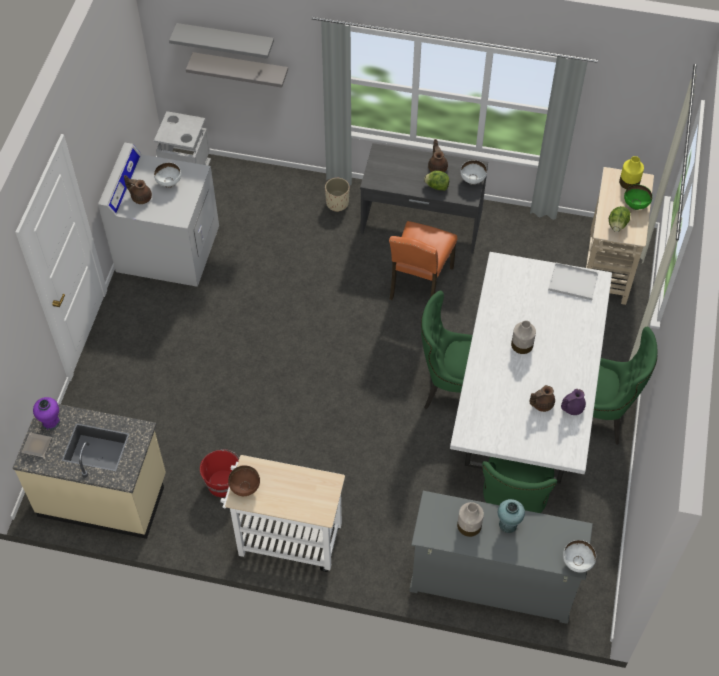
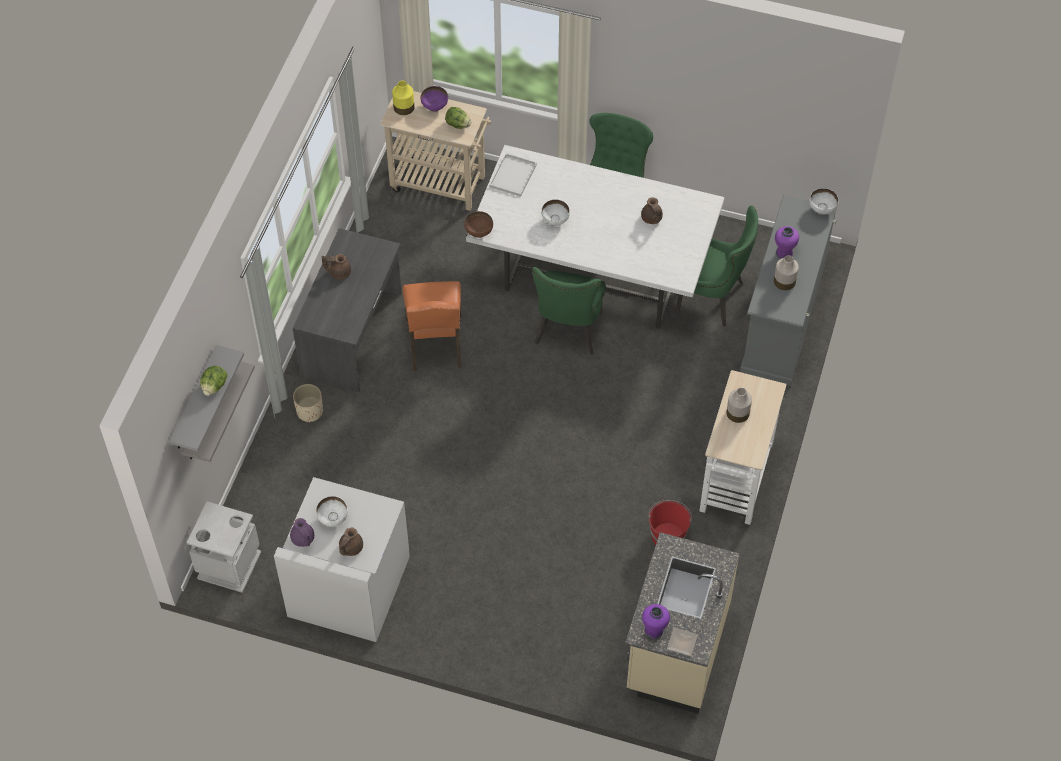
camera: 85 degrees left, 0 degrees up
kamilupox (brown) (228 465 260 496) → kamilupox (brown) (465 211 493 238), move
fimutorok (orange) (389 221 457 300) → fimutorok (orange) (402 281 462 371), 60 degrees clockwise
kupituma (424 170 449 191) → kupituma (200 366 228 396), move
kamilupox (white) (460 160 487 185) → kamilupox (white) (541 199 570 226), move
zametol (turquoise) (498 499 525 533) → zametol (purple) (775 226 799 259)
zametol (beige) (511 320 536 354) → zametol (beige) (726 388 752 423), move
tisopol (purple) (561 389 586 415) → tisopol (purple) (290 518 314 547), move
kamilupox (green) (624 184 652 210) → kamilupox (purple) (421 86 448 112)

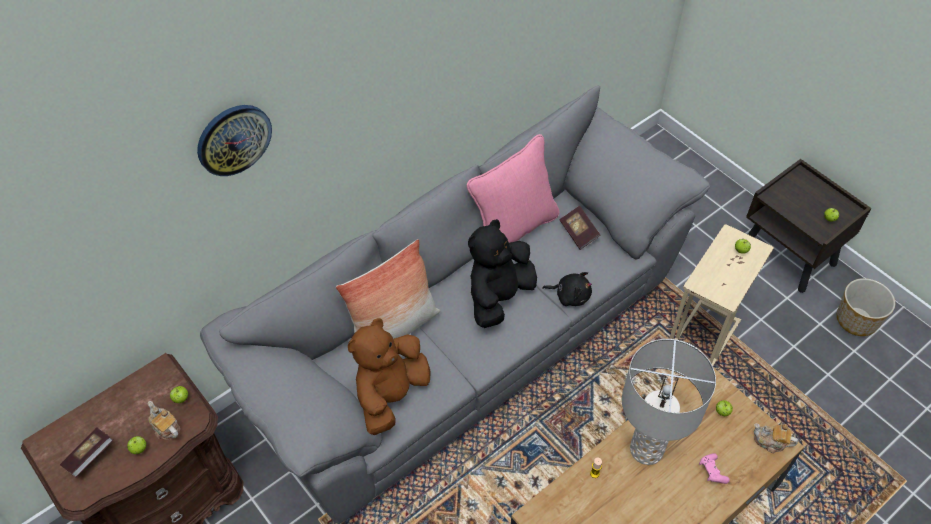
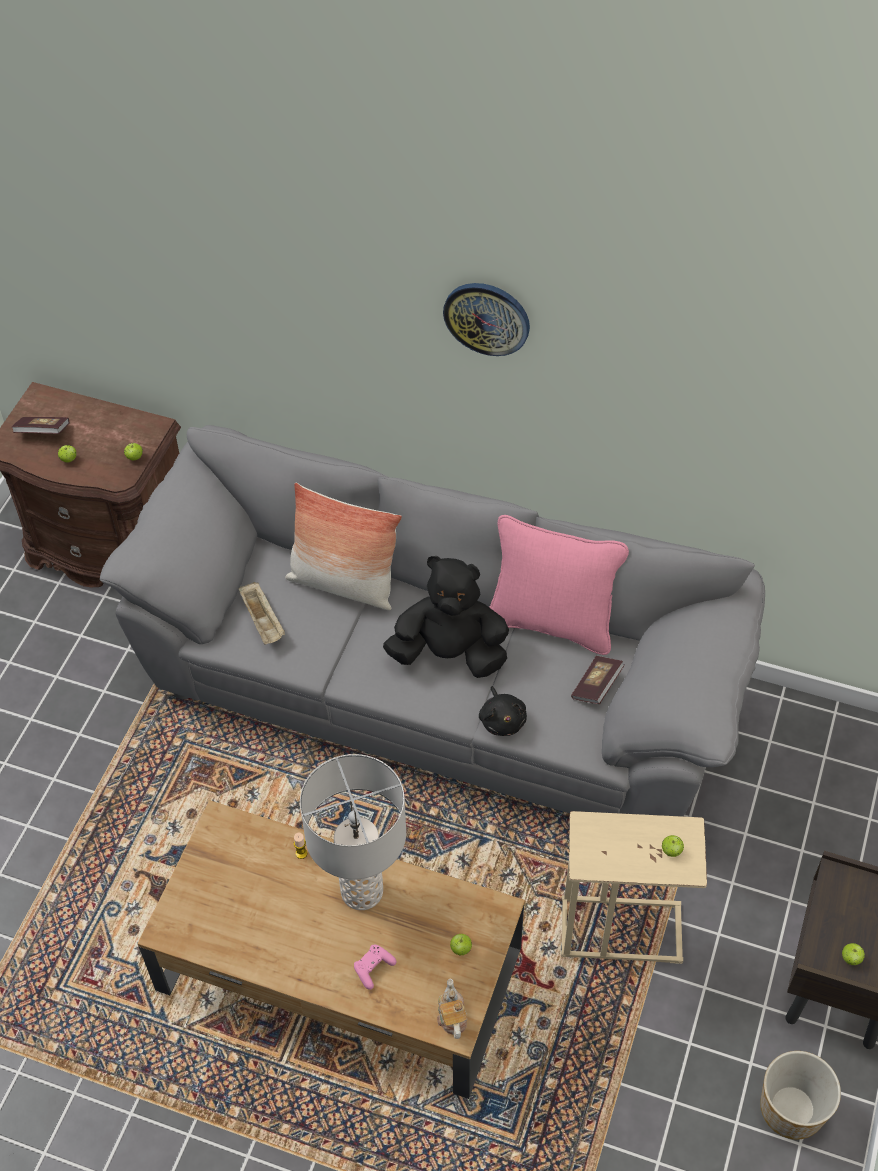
camera: 60 degrees right, 0 degrees up
tisopol (148 401 180 440) → -
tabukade (197 105 272 176) → tabukade (443 283 530 356), move
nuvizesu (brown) (348 318 431 435) → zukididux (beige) (239 582 285 644)

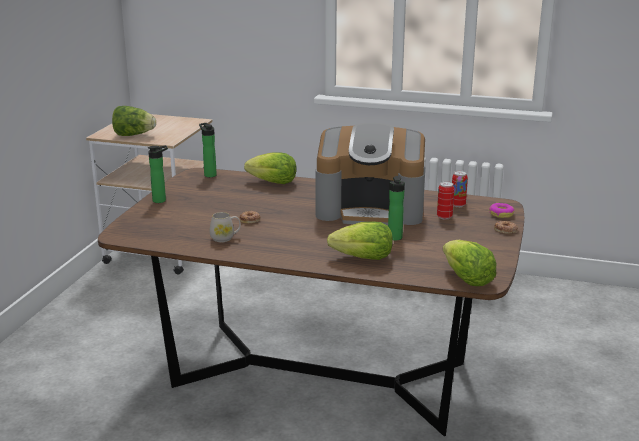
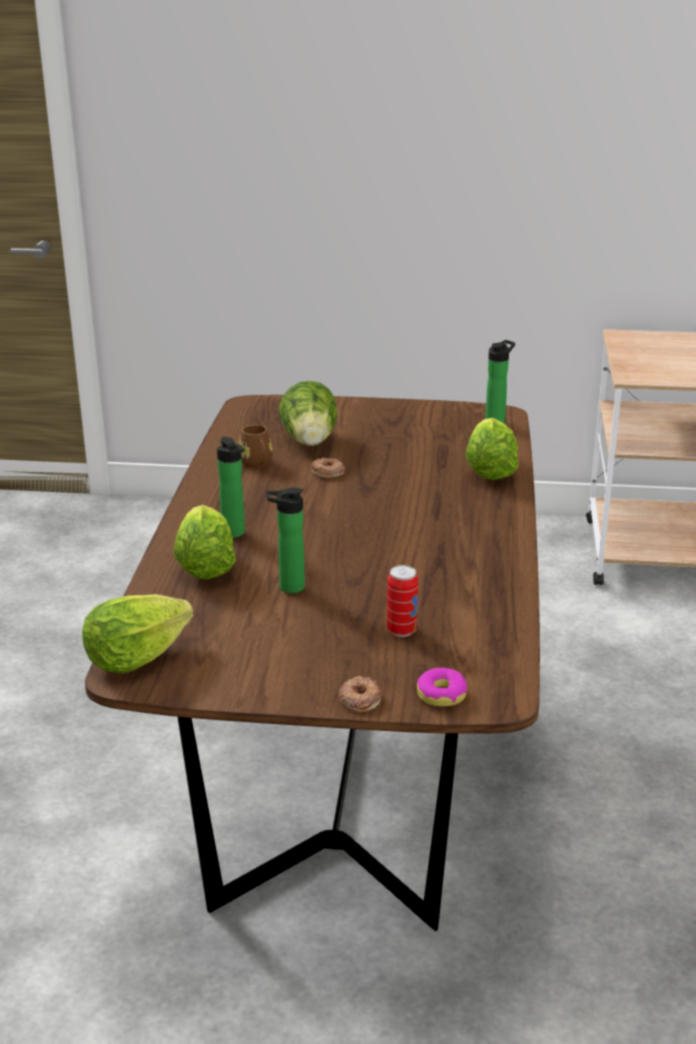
camera: 80 degrees right, 5 degrees up
kupituma (112 106 156 136) → kupituma (279 381 337 446), move
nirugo (148 145 168 203) → nirugo (217 437 245 538), move
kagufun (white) (210 212 241 242) → kagufun (brown) (239 425 273 468)
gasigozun (316 123 426 226) → -
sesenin (452 171 468 207) → -

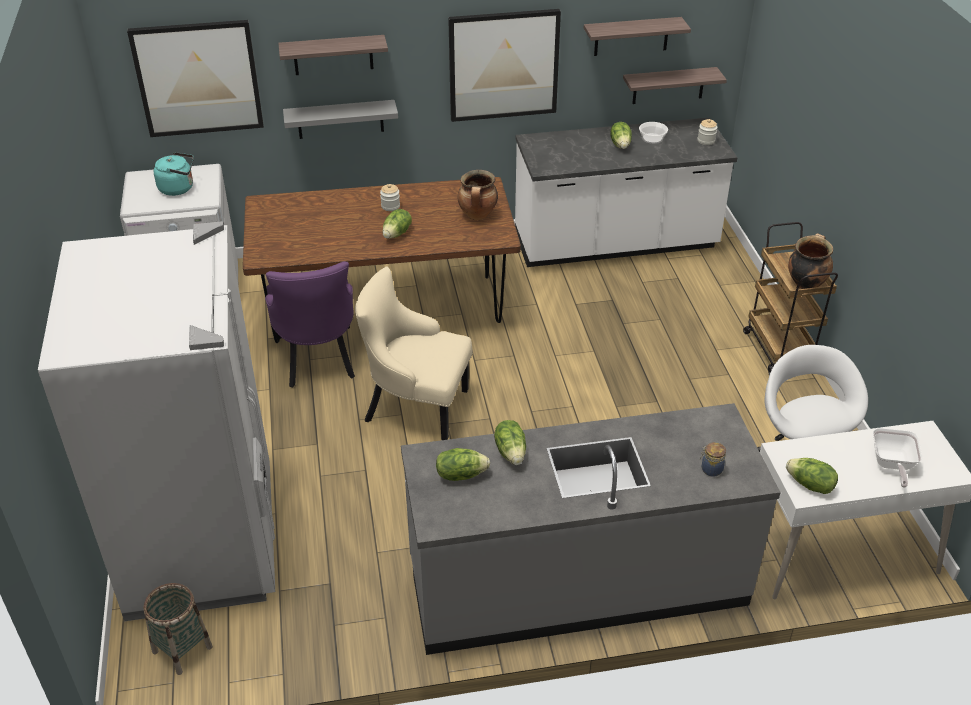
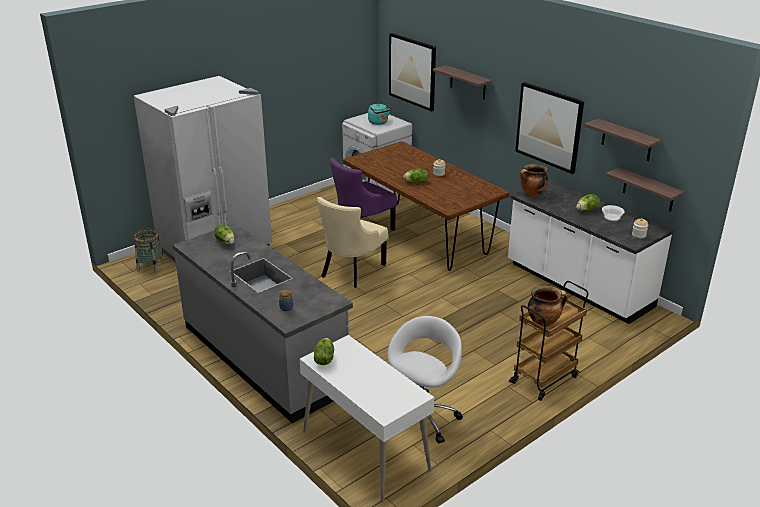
camera: 60 degrees right, 10 degrees down
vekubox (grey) (283 100 398 139) → -
fimutorok (beige) (355 267 473 440) → fimutorok (beige) (317 197 389 288), 135 degrees counterclockwise
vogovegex (458 170 498 220) → vogovegex (520 164 548 197), move
kupituma (494 420 526 465) → -
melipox (873 428 922 488) → -

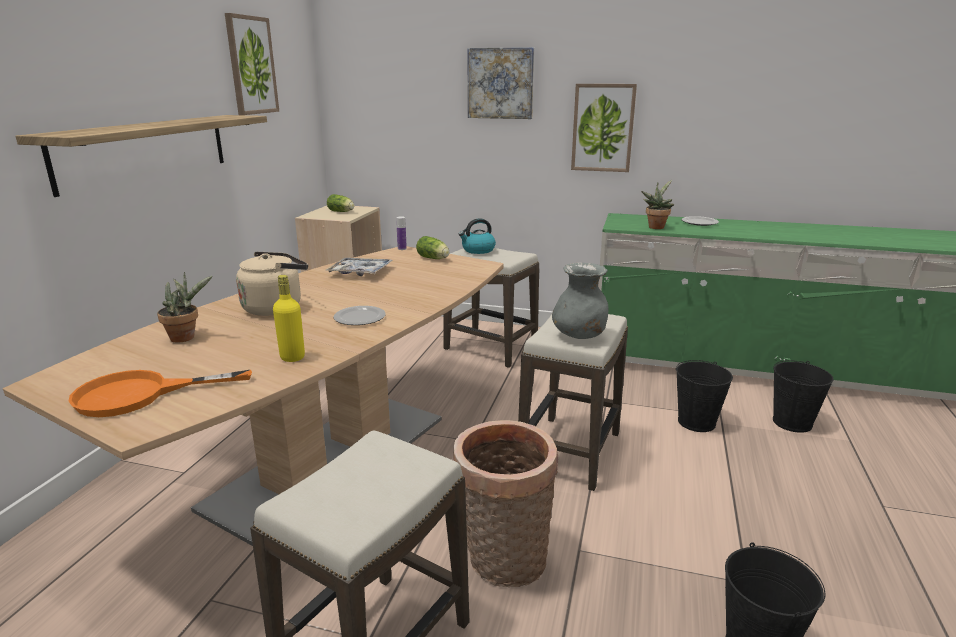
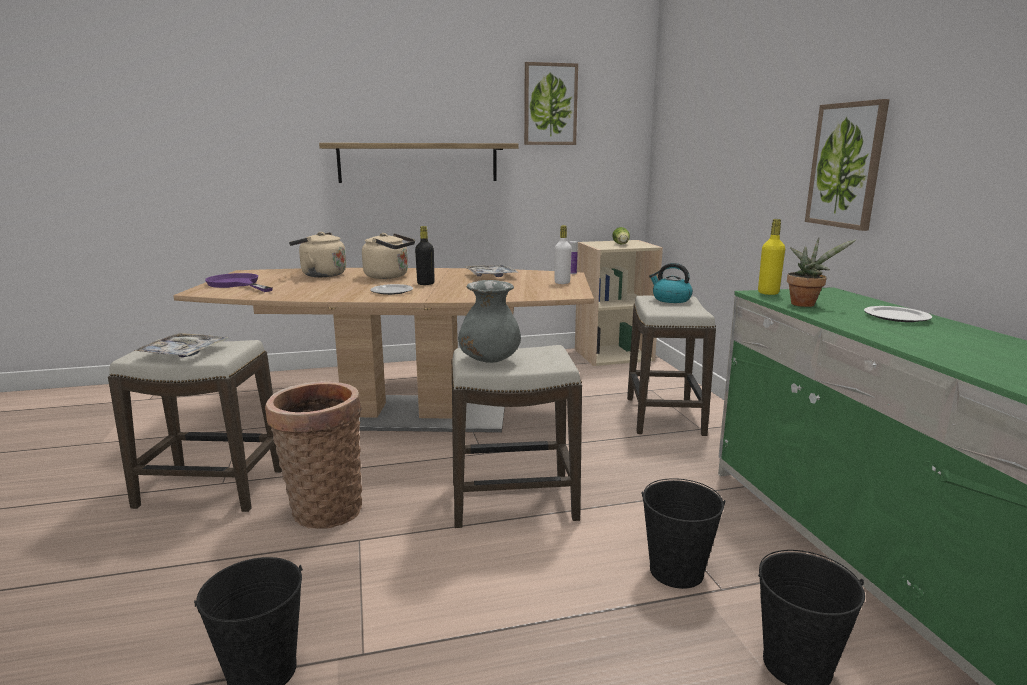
camera: 60 degrees right, 5 degrees down
melipox (orange) (68 370 252 417) → melipox (purple) (205 273 273 292)
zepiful (157 272 212 342) → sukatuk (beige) (289 232 346 277)
nirugo (yellow) (273 275 305 362) → nirugo (yellow) (758 219 785 295), move
kupituma (416 236 449 259) → nirugo (white) (555 225 572 284)
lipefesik (467 47 534 119) → -
- → zukididux (132 333 228 357)
- → nirugo (black) (415 226 435 285)

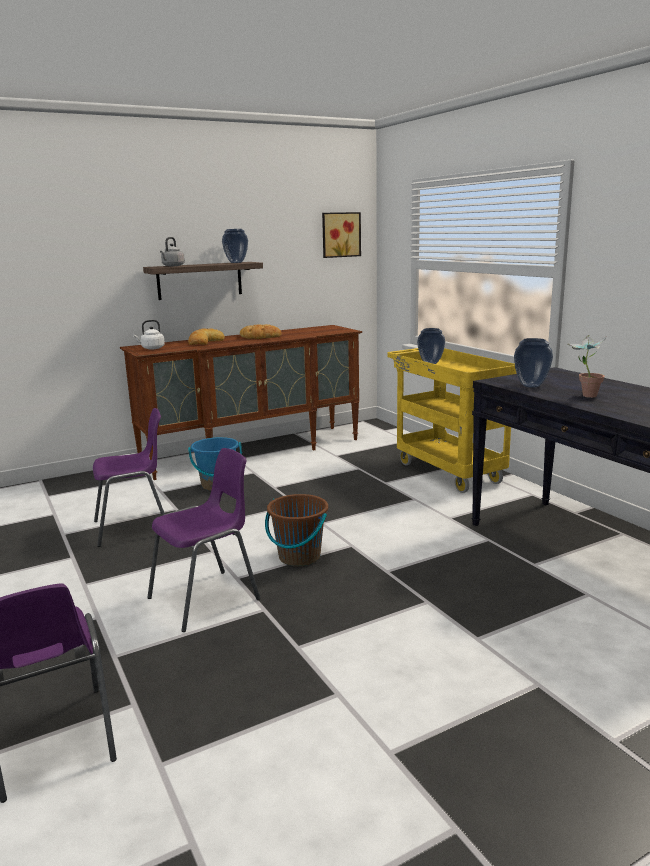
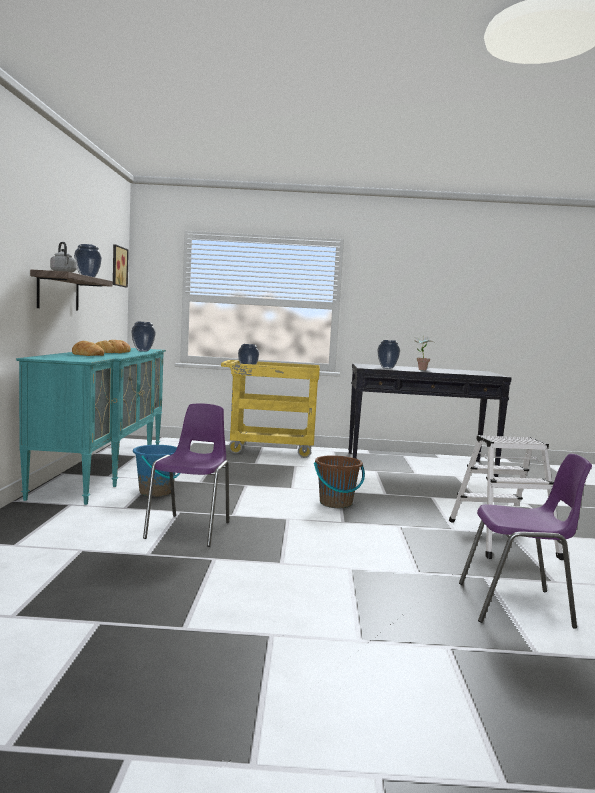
camera: 60 degrees left, 10 degrees down
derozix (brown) (120 325 362 480) → derozix (turquoise) (16 348 166 505)
sukatuk (white) (133 320 165 349) → -
fimutorok (purple) (147 448 260 632) → -
- → zametol (131 321 156 352)
- → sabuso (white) (449 435 564 560)

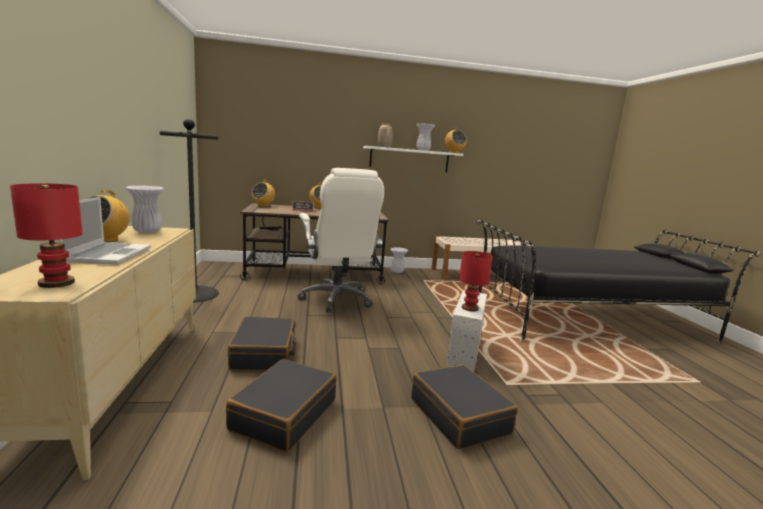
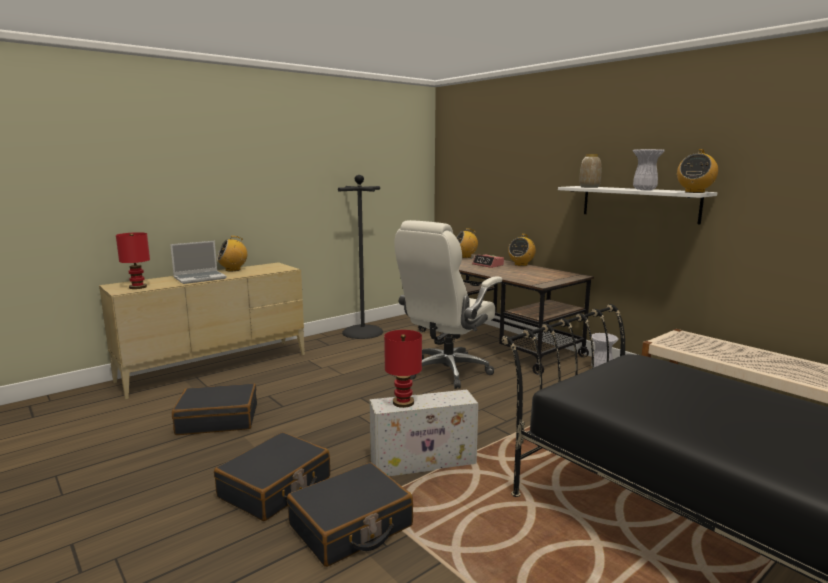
camera: 60 degrees right, 0 degrees up
zametol (white) (125 186 164 233) → -
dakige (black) (228 317 296 370) → dakige (black) (287 462 413 567), move

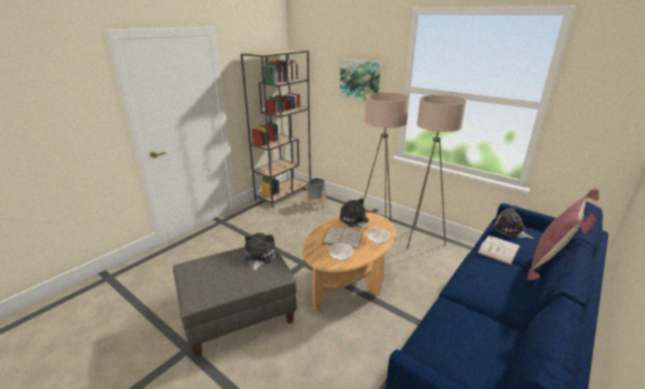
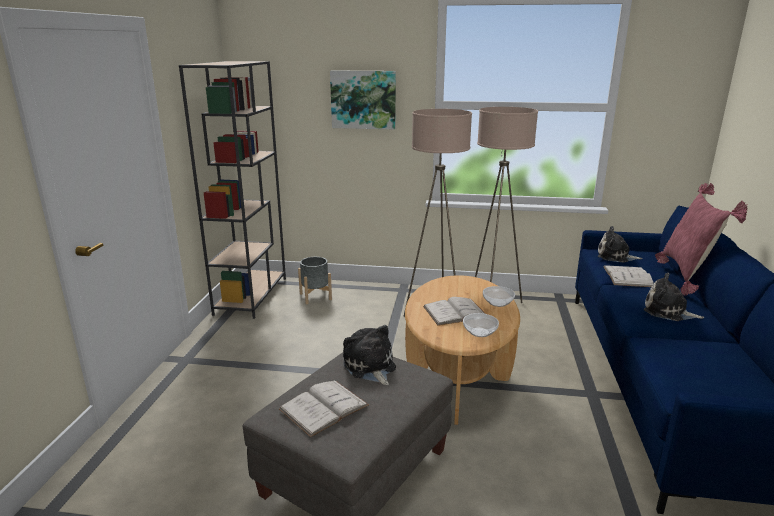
camera: 30 degrees left, 5 degrees down
nuvizesu (340 198 369 230) → nuvizesu (644 273 704 321), move
- → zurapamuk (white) (279 380 369 437)

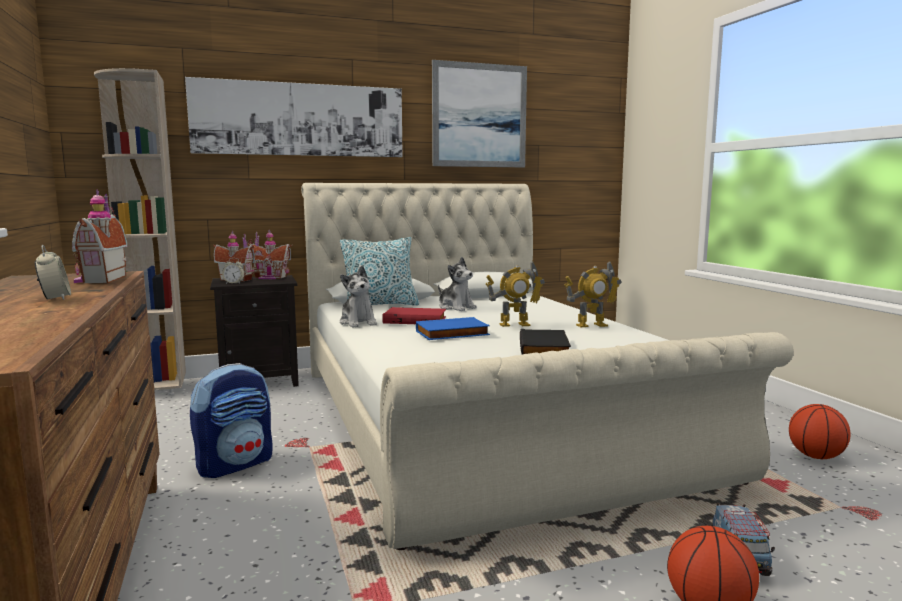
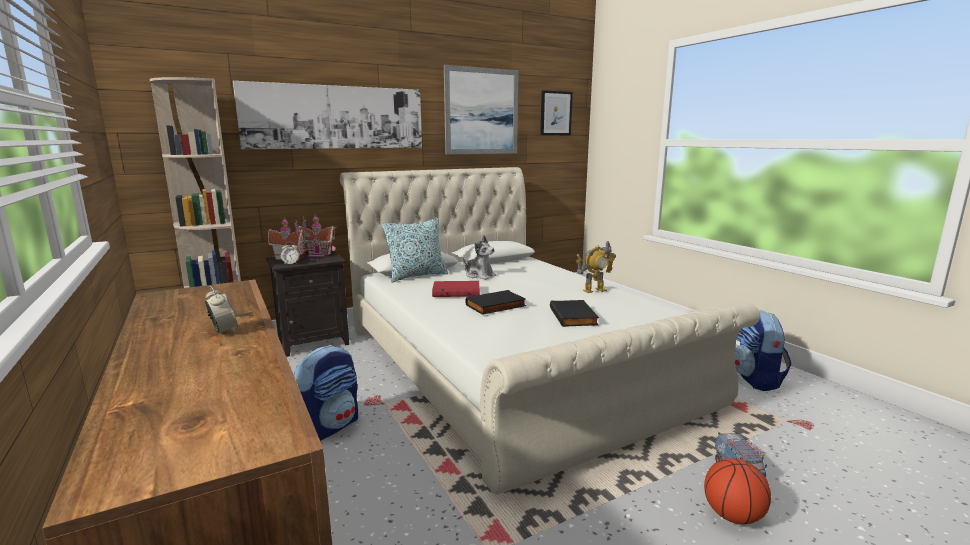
camera: 10 degrees left, 5 degrees up
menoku (72 190 127 283) → -
nuvizesu (340 266 377 328) → -
zurapamuk (blue) (416 317 490 340) → zurapamuk (black) (466 290 526 315)
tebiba (486 261 545 327) → -
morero (789 404 851 459) → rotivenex (735 310 791 391)
- → lipefesik (540 90 573 135)

